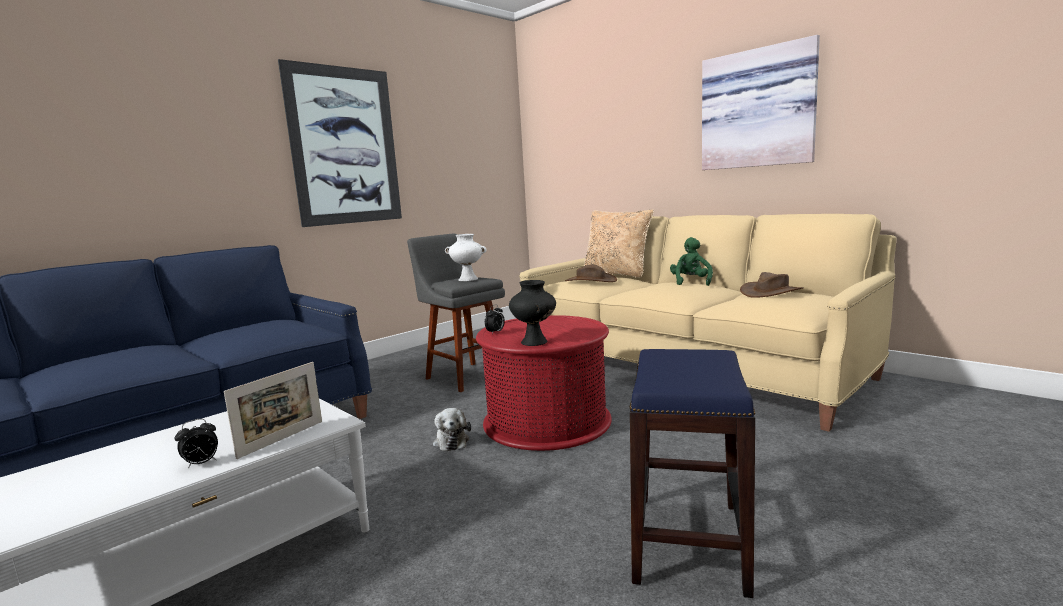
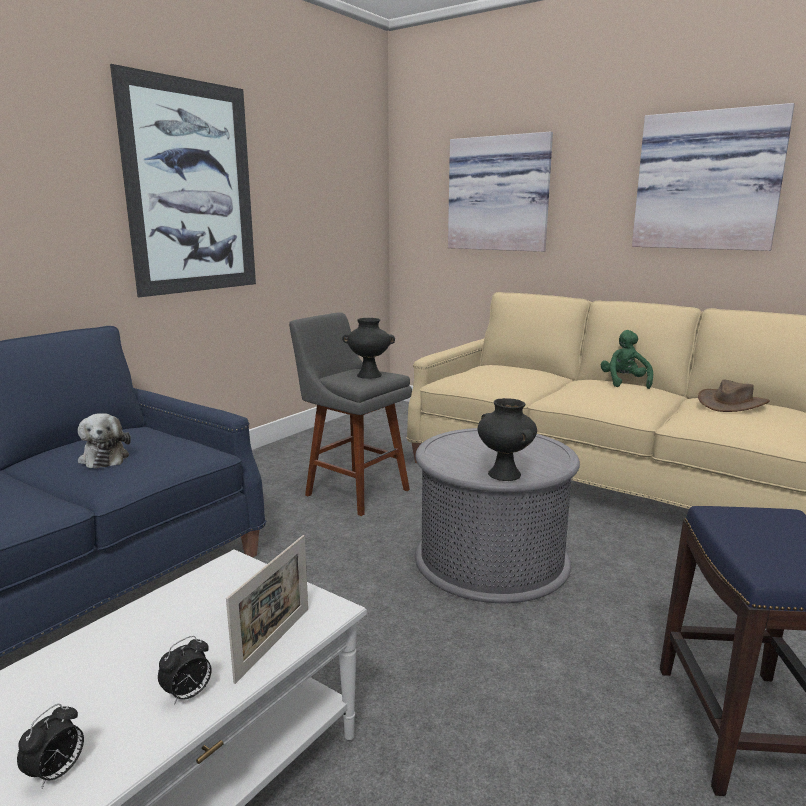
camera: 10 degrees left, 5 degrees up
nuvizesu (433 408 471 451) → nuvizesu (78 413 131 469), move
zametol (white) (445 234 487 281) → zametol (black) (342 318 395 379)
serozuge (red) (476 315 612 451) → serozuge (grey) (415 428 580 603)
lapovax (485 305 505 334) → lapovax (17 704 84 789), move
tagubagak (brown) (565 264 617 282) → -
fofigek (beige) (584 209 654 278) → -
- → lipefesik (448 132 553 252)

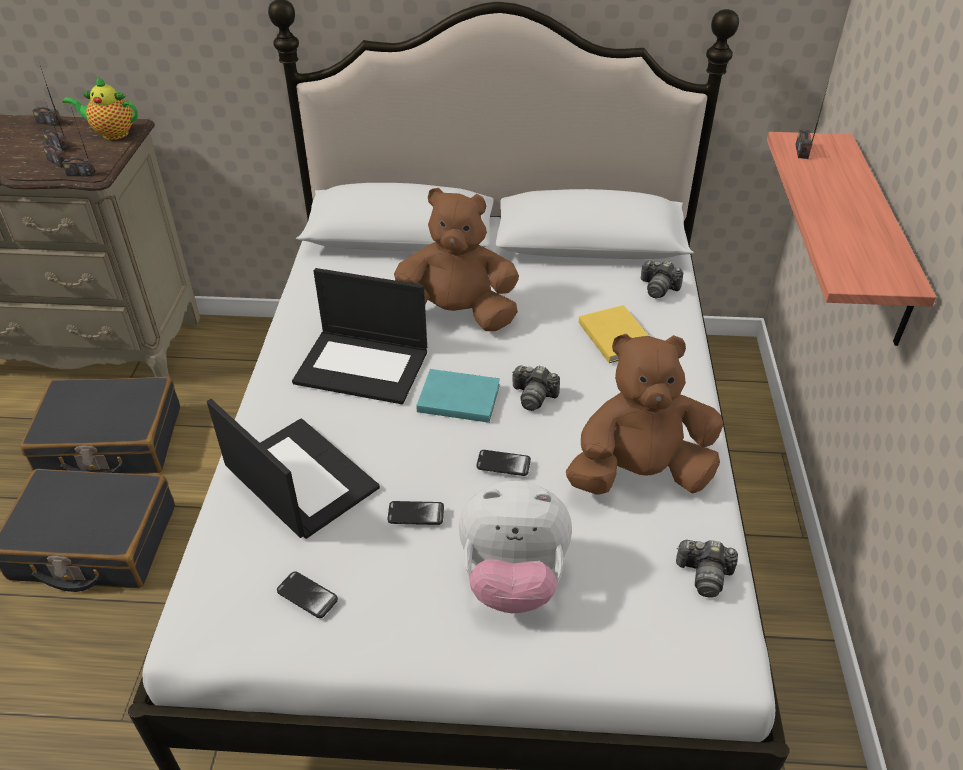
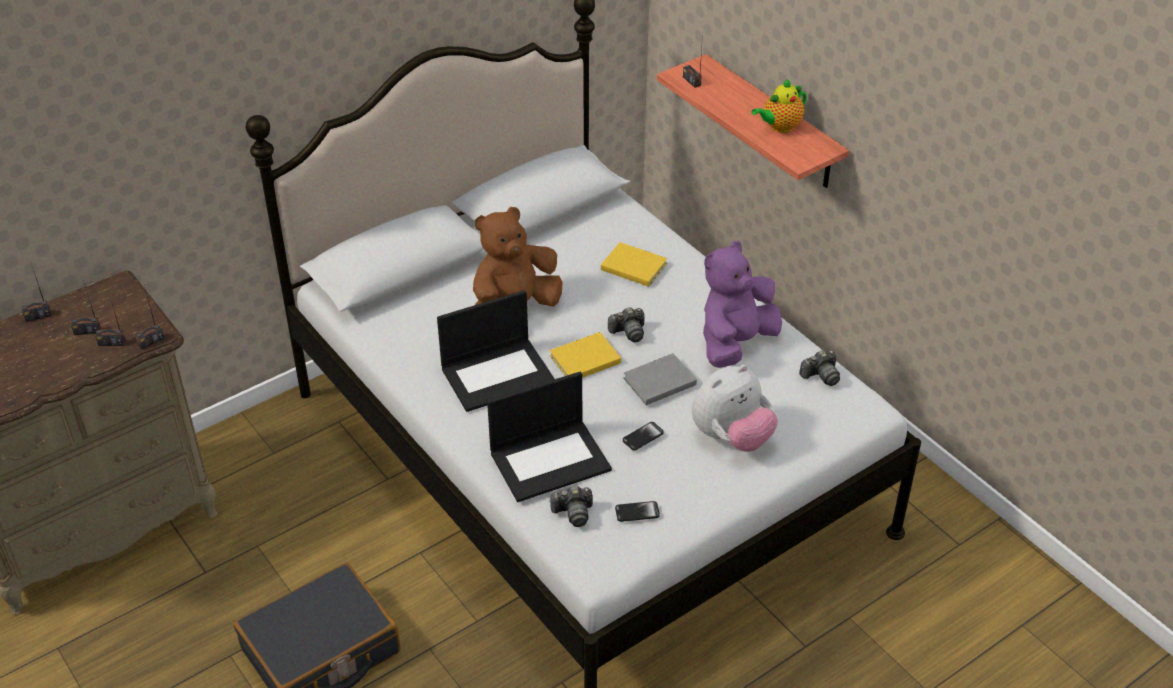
camera: 40 degrees left, 0 degrees up
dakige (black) (21 377 180 474) → -
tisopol (62 76 138 140) → tisopol (751 79 807 133), move
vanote (207 399 380 539) → vanote (487 372 612 502), 150 degrees clockwise
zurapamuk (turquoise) (416 369 500 423) → zurapamuk (yellow) (550 332 621 378)
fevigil (476 450 531 476) → zurapamuk (grey) (623 353 697 405)
nuvizesu (brown) (566 334 723 495) → nuvizesu (purple) (703 241 782 368)
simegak (641 260 683 298) → simegak (550 486 593 527), move

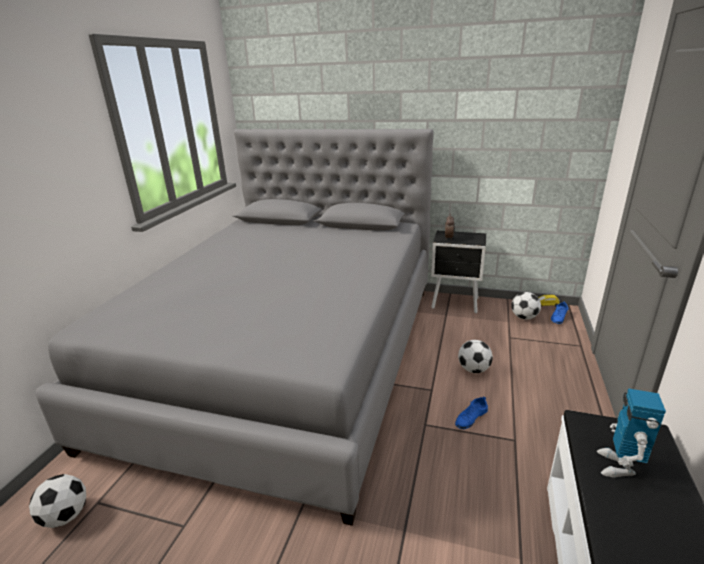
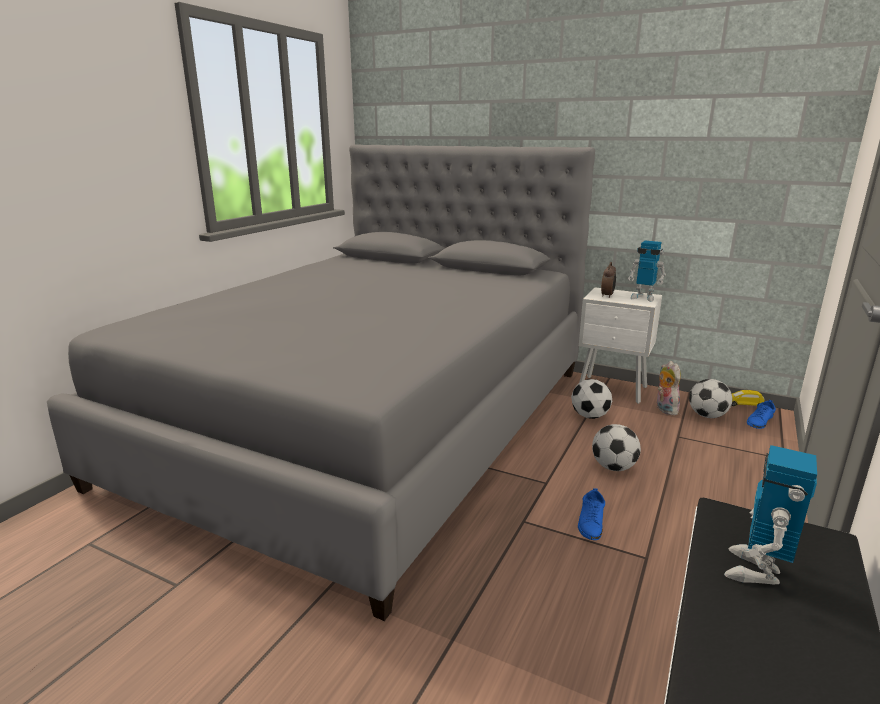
camera: 10 degrees right, 5 degrees down
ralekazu (29 474 86 528) → ralekazu (571 379 612 419), move
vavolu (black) (431 231 486 313) → vavolu (white) (579 287 662 404)
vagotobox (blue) (455 396 488 429) → vagotobox (blue) (578 488 605 540), 45 degrees counterclockwise
- → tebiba (628 241 666 302)
- → nuvizesu (657 361 681 415)

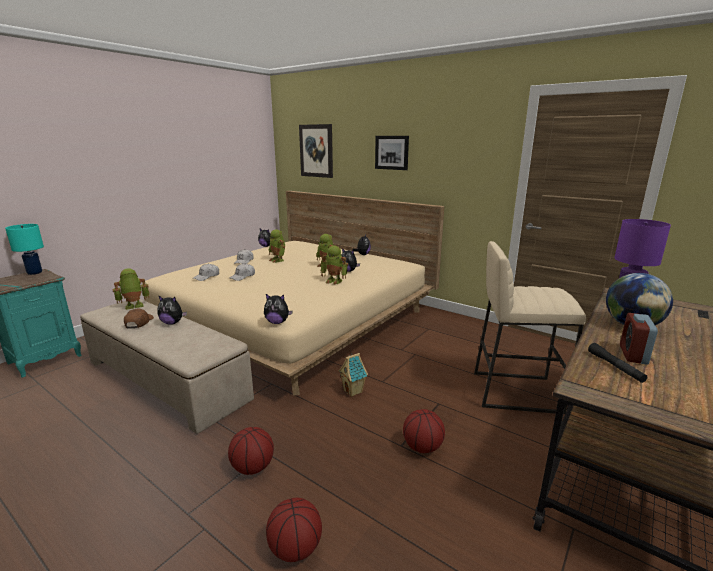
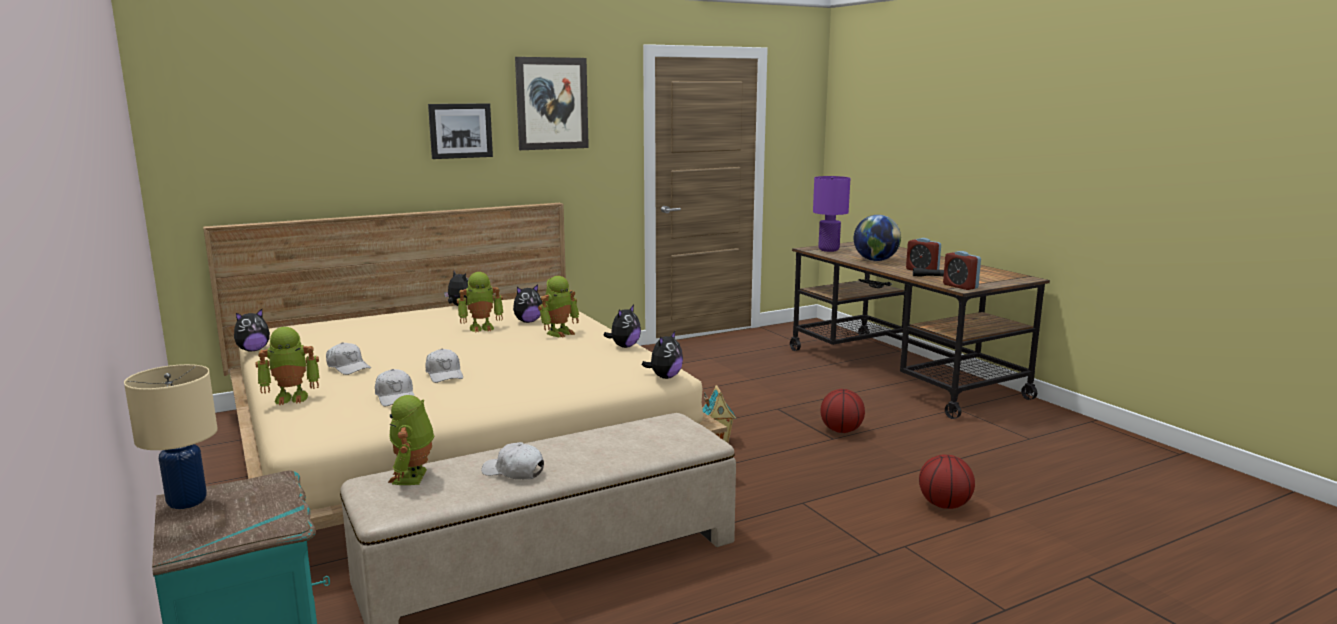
camera: 65 degrees left, 5 degrees down
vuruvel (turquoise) (5 224 44 275) → vuruvel (beige) (124 364 218 509)
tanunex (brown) (124 308 154 328) → tanunex (white) (481 442 544 479)
nuvizesu (158 296 187 325) → nuvizesu (604 305 641 348), move
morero (228 427 274 475) → -
tebiba (268 229 285 263) → tebiba (256 327 319 405), move
lipefesik (299 124 333 178) → lipefesik (515 57 589 150), move
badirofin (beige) (474 241 586 414) → -
- → lapovax (943 251 981 290)

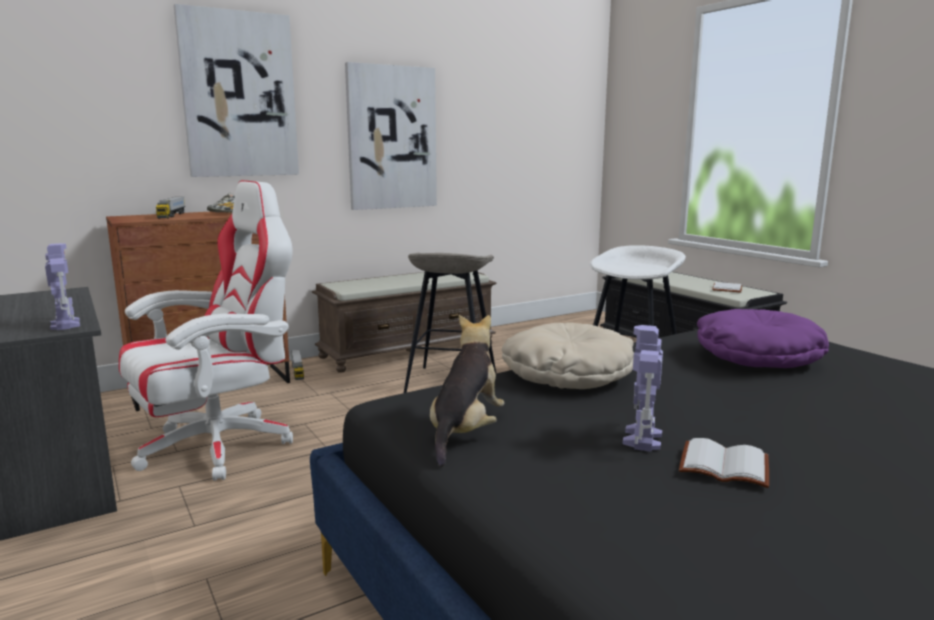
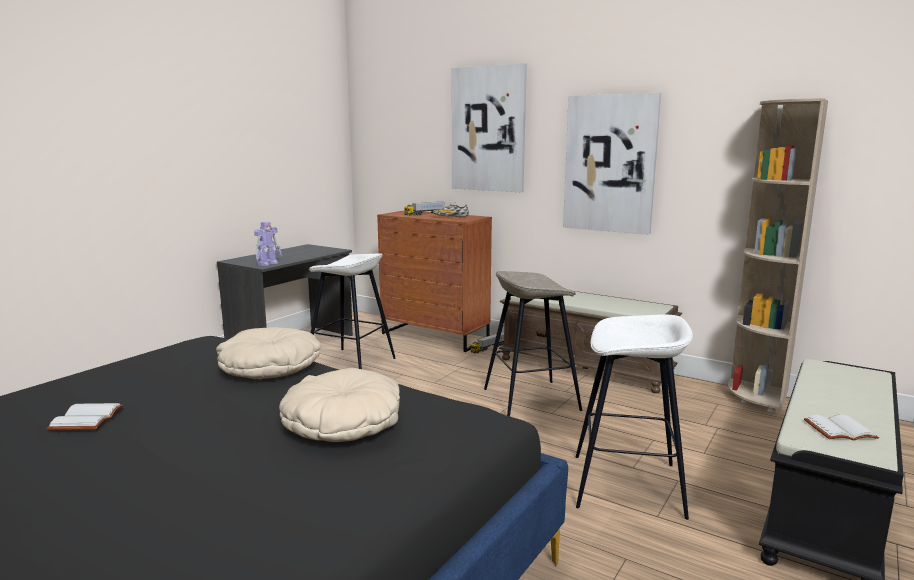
camera: 65 degrees right, 0 degrees up
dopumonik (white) (119 180 293 481) → badirofin (white) (309 253 396 369)
nuvizesu (430 315 504 467) → -
tebiba (622 325 663 452) → -
fofigek (purple) (697 309 829 368) → fofigek (beige) (279 368 400 442)
- → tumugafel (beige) (728 98 828 412)

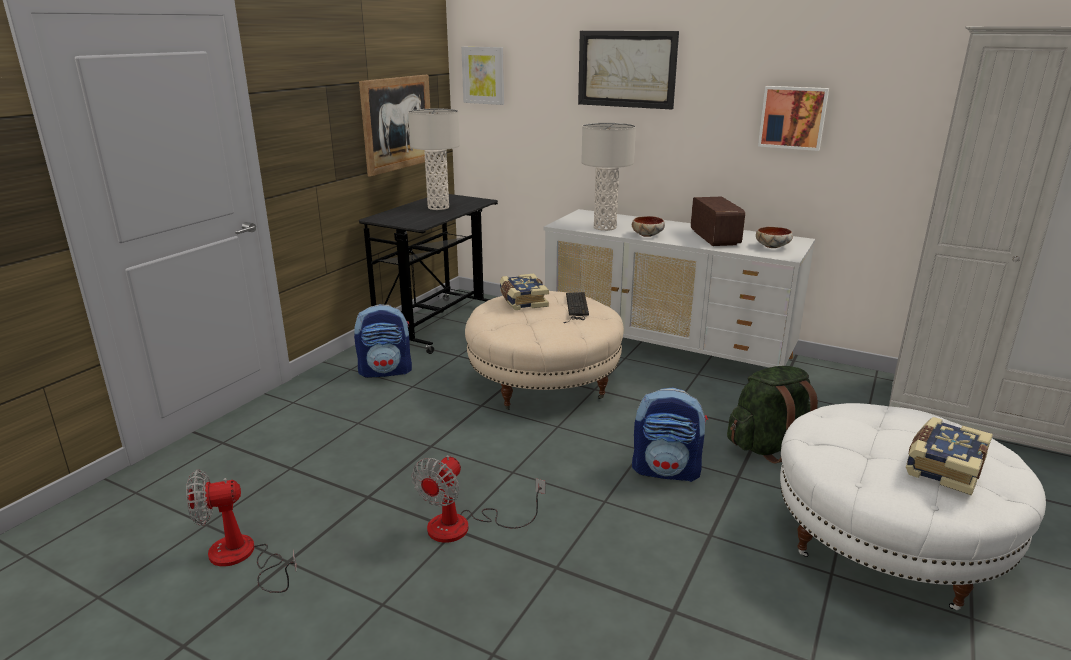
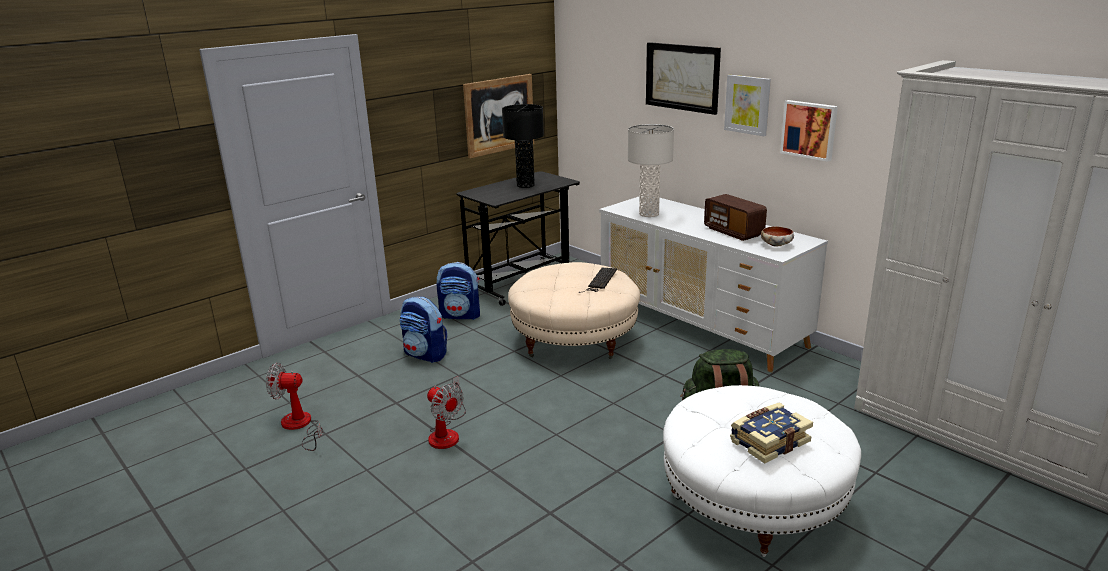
camera: 20 degrees right, 0 degrees up
vuruvel (white) (408 108 460 210) → vuruvel (black) (502 104 544 188)
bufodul (412 455 545 543) → bufodul (427 376 466 449), 90 degrees counterclockwise
lipefesik (461 47 504 105) → lipefesik (724 75 771 136), move
zurapamuk (500 274 549 310) → -
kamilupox (632 216 665 237) → -
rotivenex (632 388 708 482) → rotivenex (400 297 447 363), move
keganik (691 197 745 246) → keganik (704 194 767 241), 135 degrees clockwise

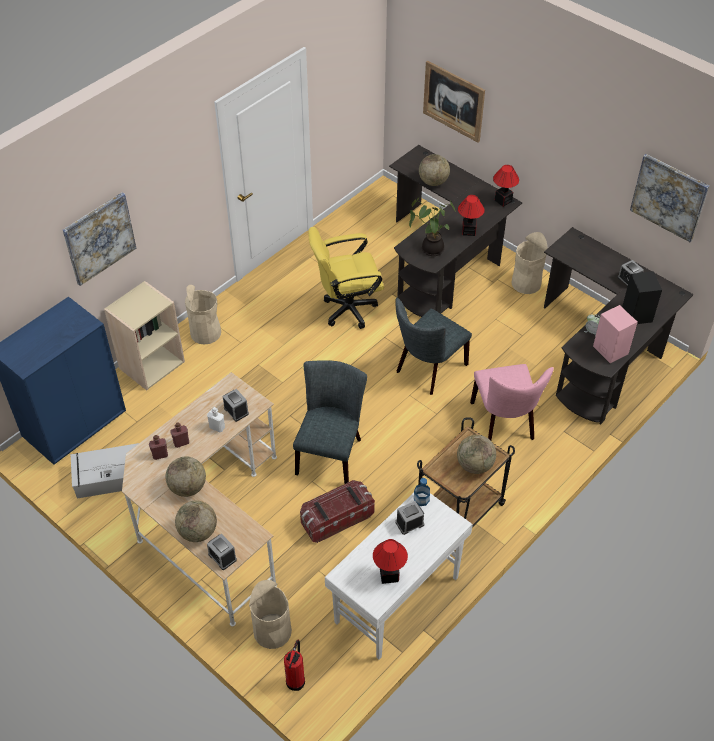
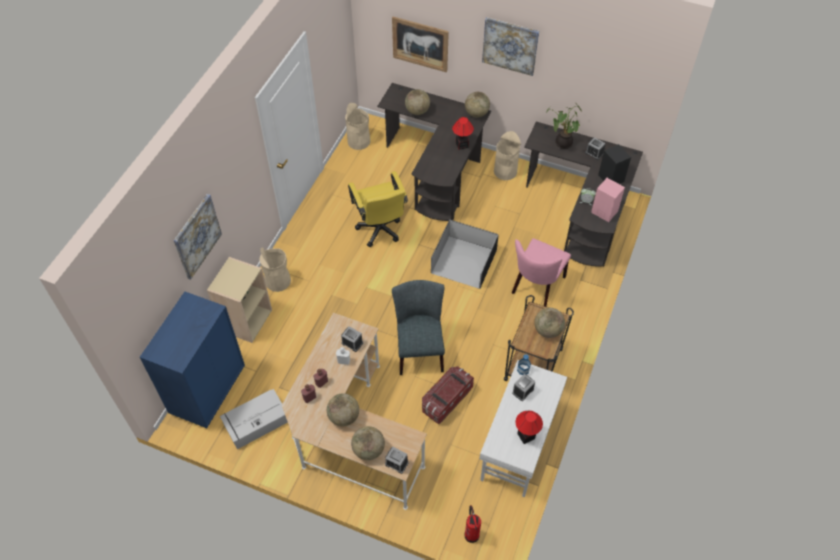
camera: 20 degrees left, 5 degrees up
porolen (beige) (249 580 292 649) → porolen (beige) (345 103 370 150), move
dopumonik (yellow) (309 227 384 329) → dopumonik (yellow) (348 171 408 247), 75 degrees counterclockwise
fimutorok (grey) (395 297 472 395) → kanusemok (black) (431 220 499 289)
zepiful (409 198 456 256) → zepiful (545 106 582 149), move
fimutorok (pink) (470 364 554 440) → fimutorok (pink) (512 238 571 307), 60 degrees clockwise
vuruvel (493 165 519 207) → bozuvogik (465 92 490 117)
lipefesik (630 154 709 242) → lipefesik (482 17 539 76), move

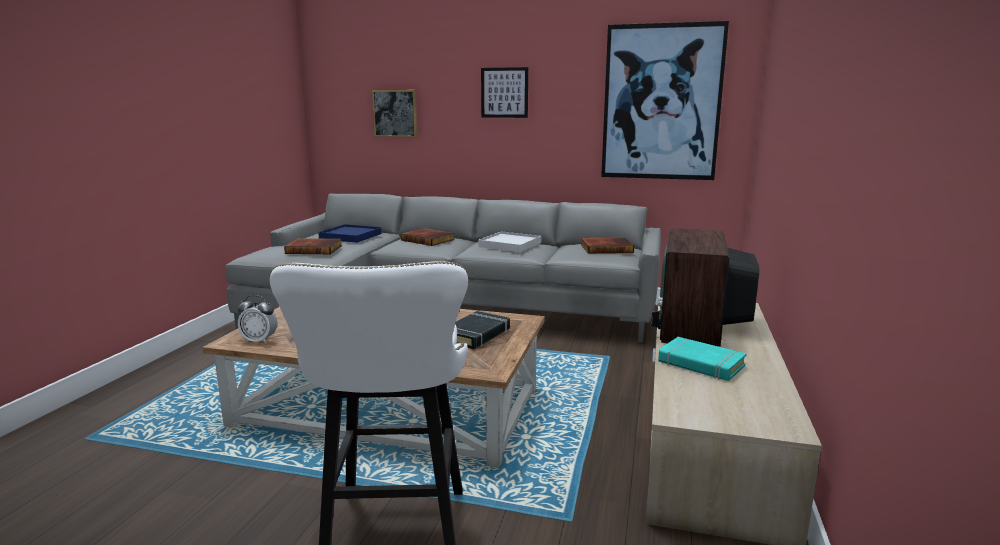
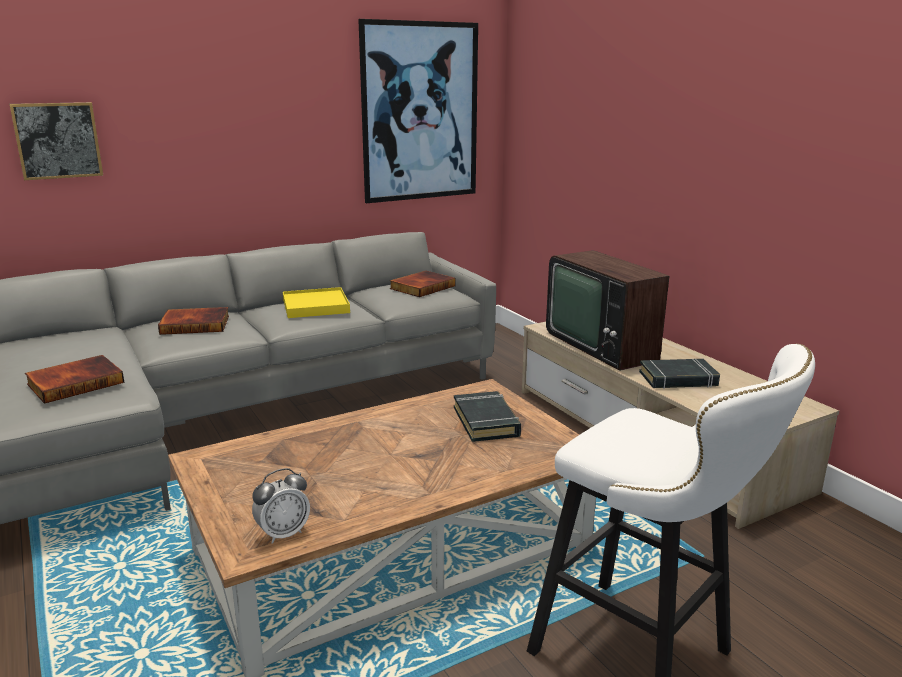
camera: 45 degrees left, 5 degrees up
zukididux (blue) (318 224 382 243) → -
zukididux (white) (478 231 541 252) → zukididux (yellow) (283 287 350 318)
lipefesik (481 67 528 118) → -
zurapamuk (turquoise) (658 337 746 381) → zurapamuk (black) (639 359 720 389)

